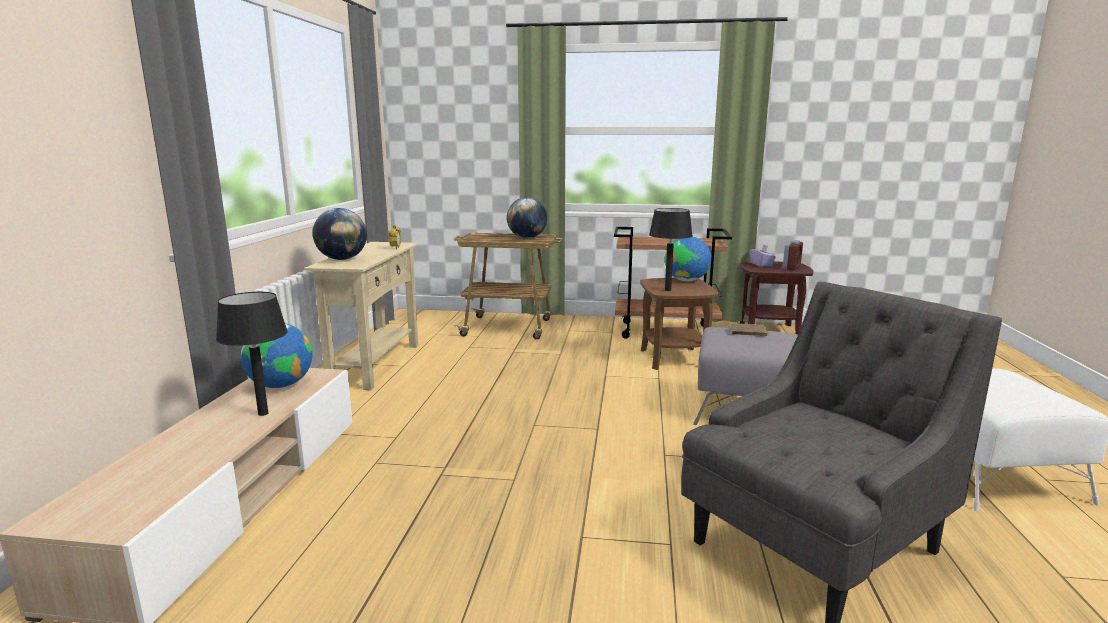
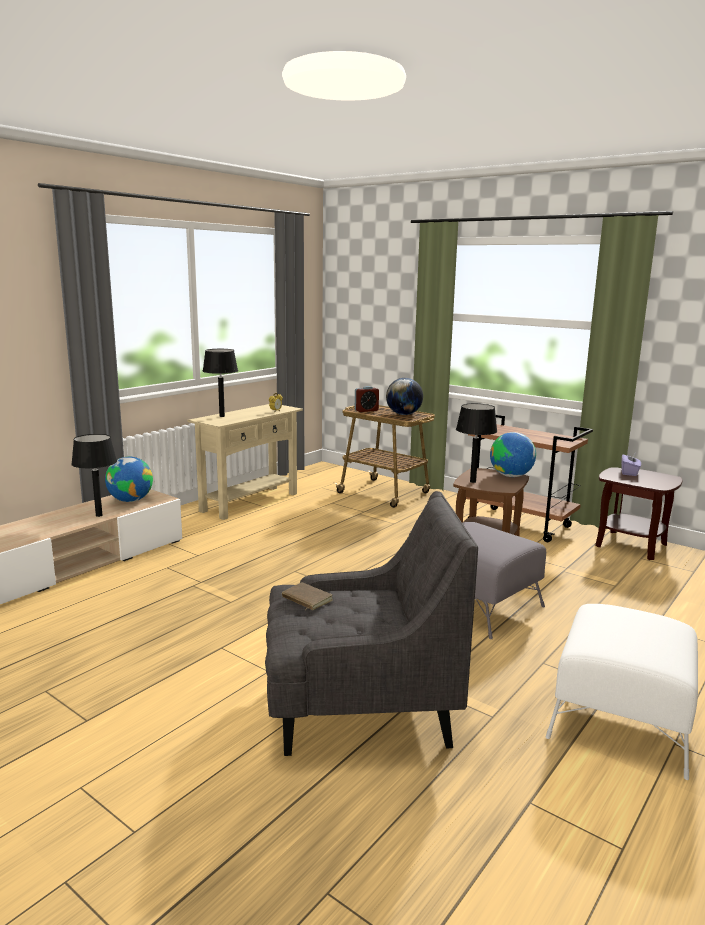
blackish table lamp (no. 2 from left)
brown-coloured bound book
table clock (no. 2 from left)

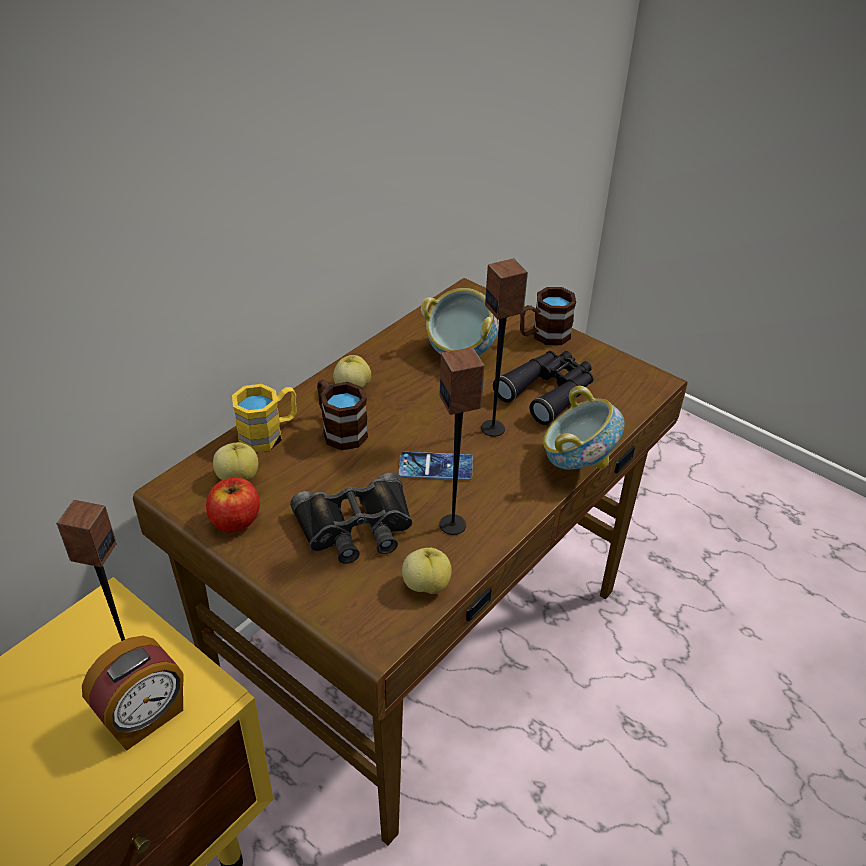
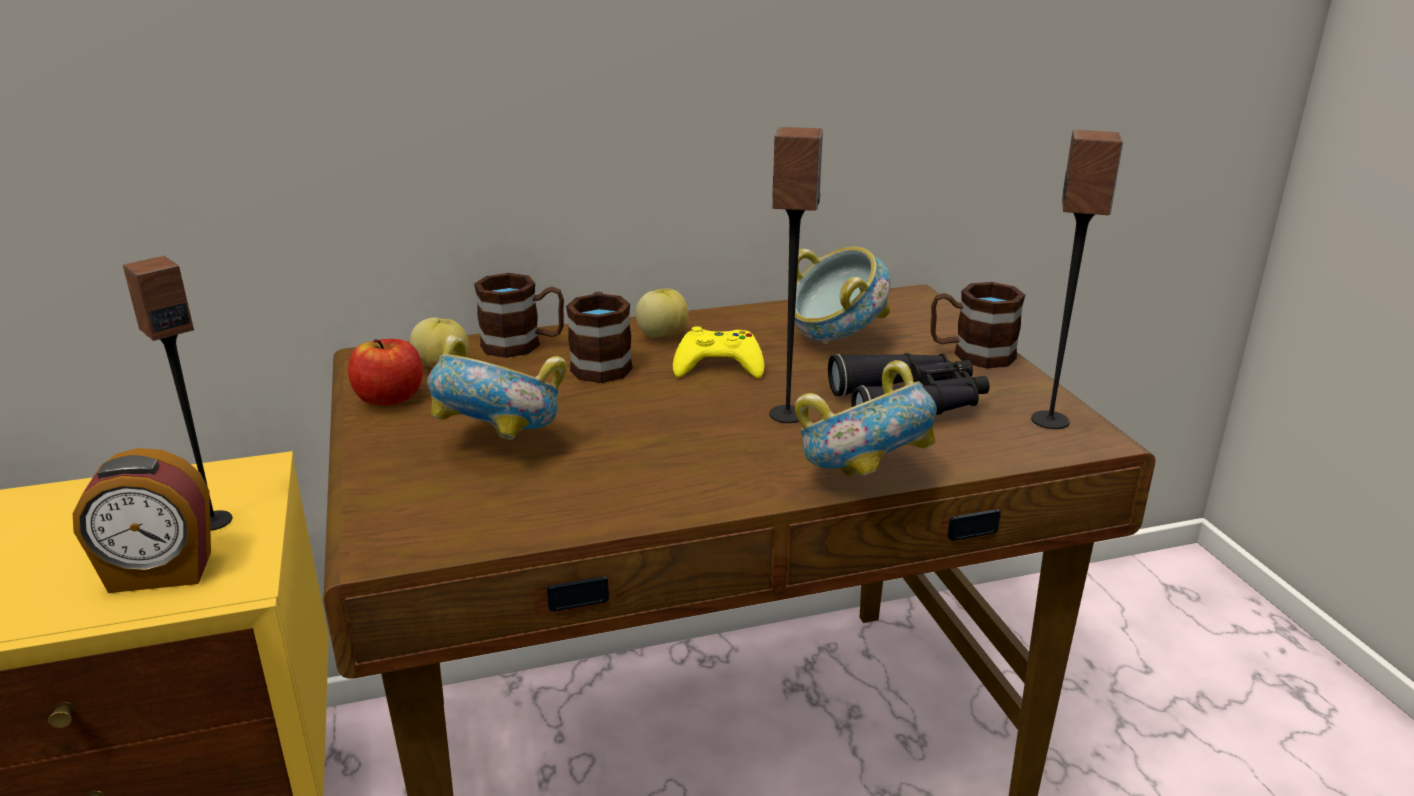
brown-coloured coffee mug (no. 1 from left)
deep dish (no. 1 from left)
handset
whole apple (no. 4 from left in the first image)
audio speaker (no. 3 from left)
yellow gamepad

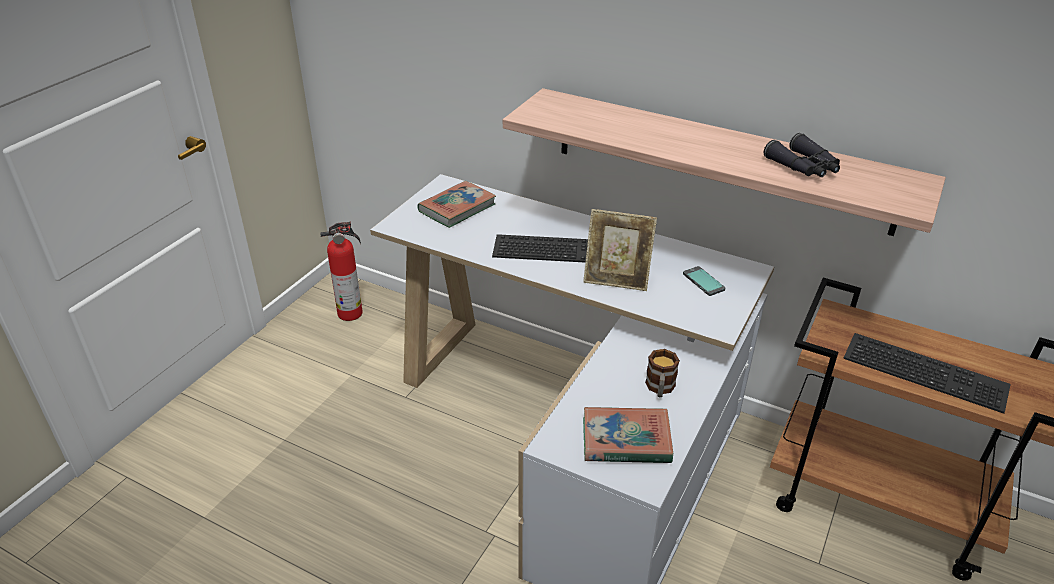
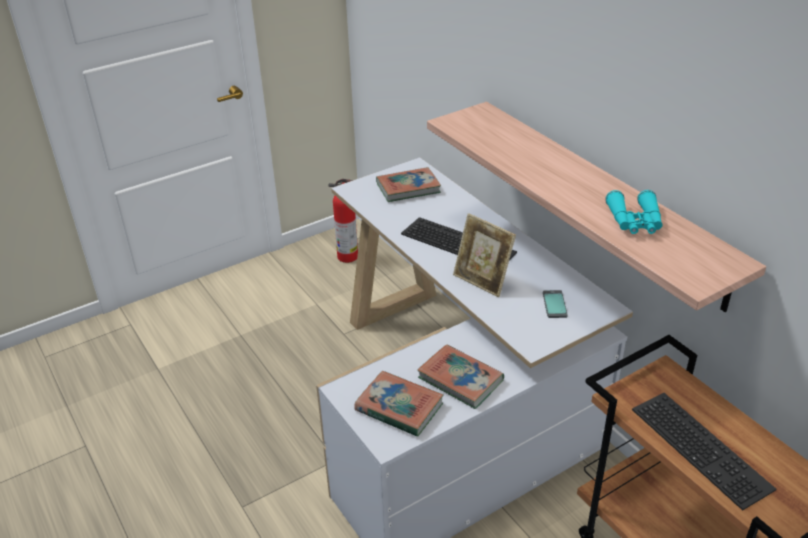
bound book (no. 3 from left)
turquoise binoculars

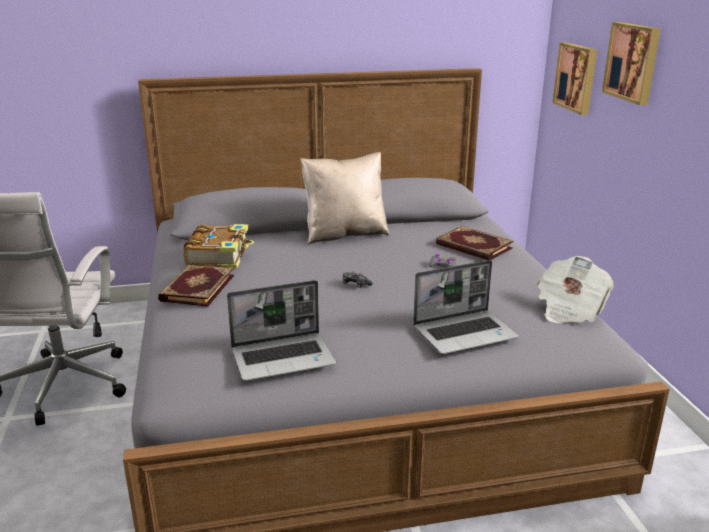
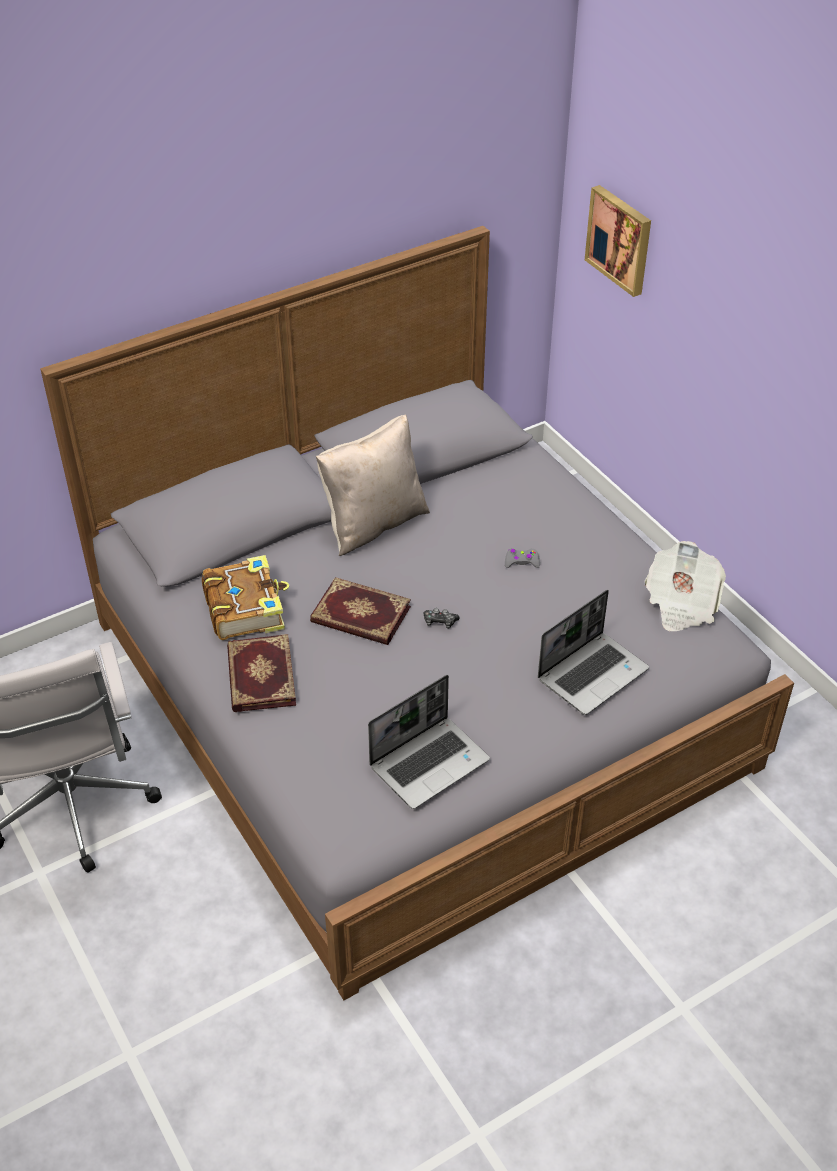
bound book (no. 3 from left)
picture (no. 2 from left in the first image)

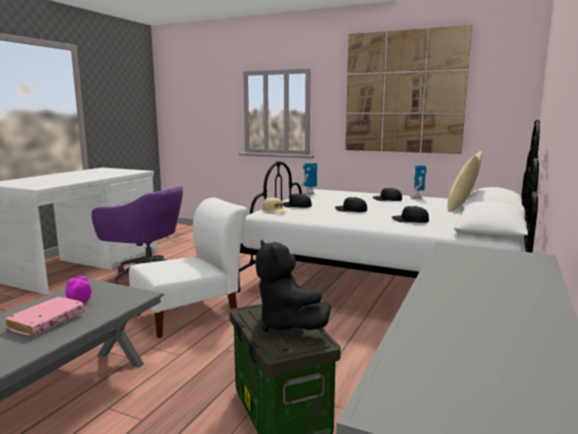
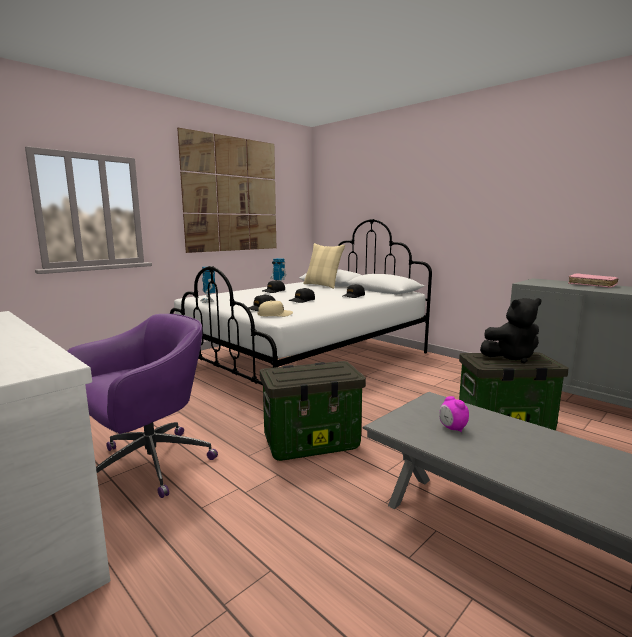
pinkish bound book
storage container (no. 1 from left)

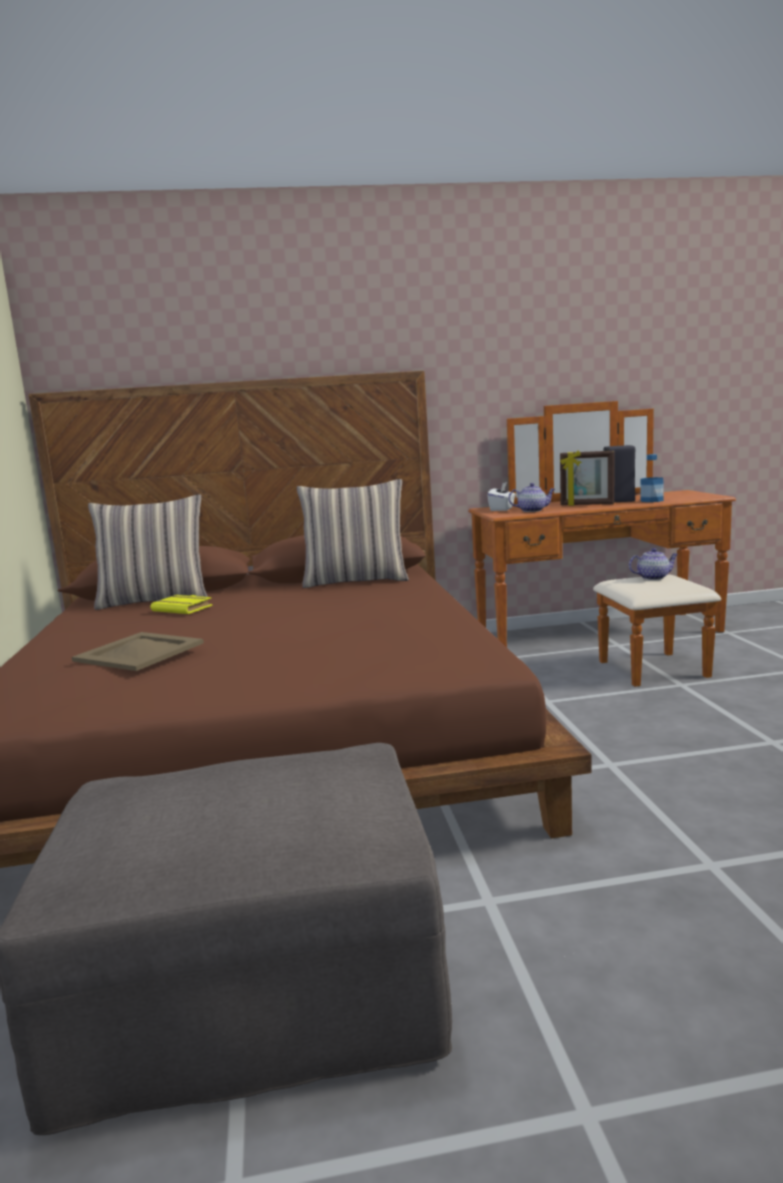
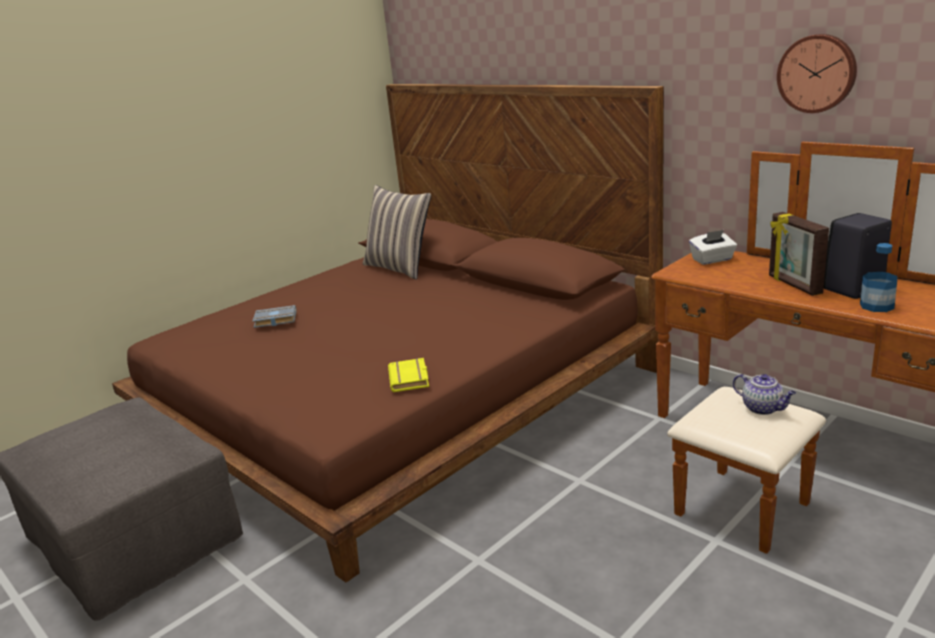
gray bound book
yellow bound book
throw pillow (no. 2 from left in the first image)
tea pot (no. 1 from left in the first image)
hanging clock

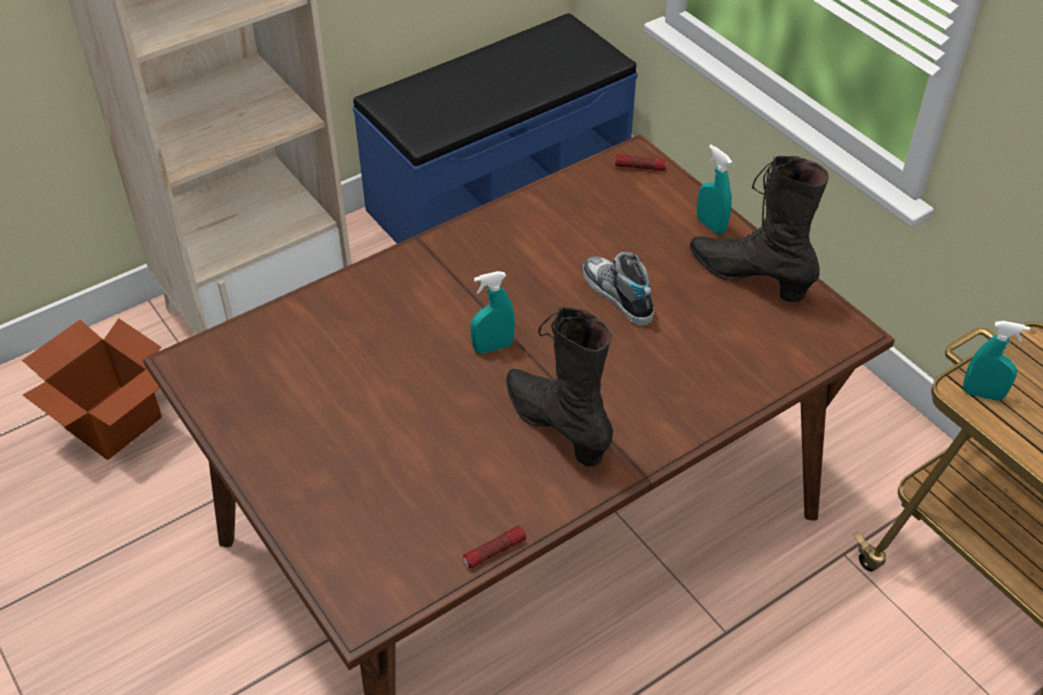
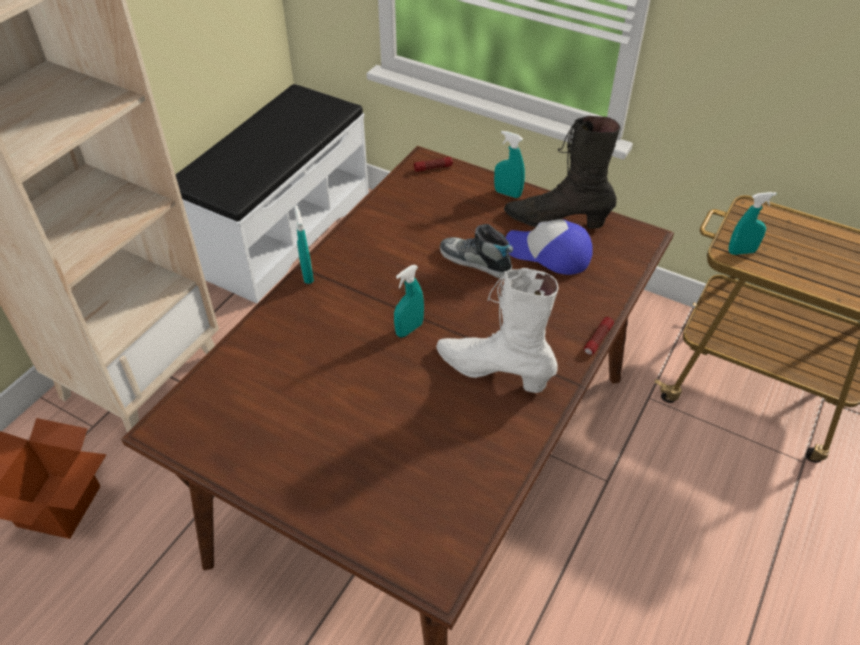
whitish bench
flashlight (no. 2 from left)
whitish tall boot
turquoise spray bottle (no. 1 from left)
peaked cap

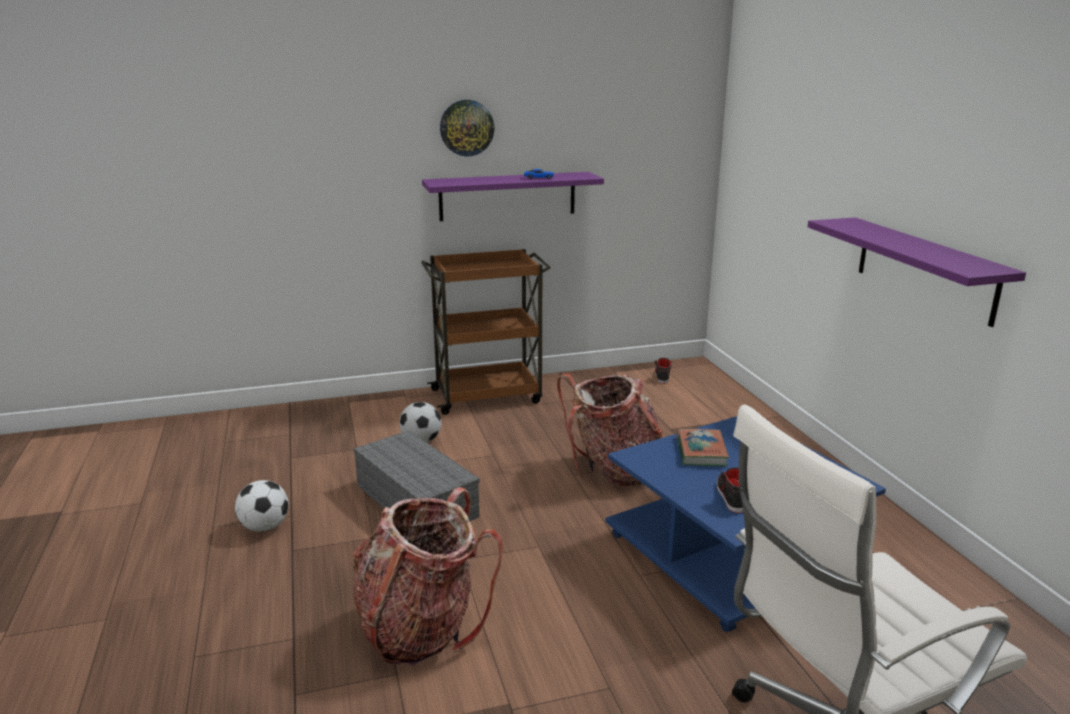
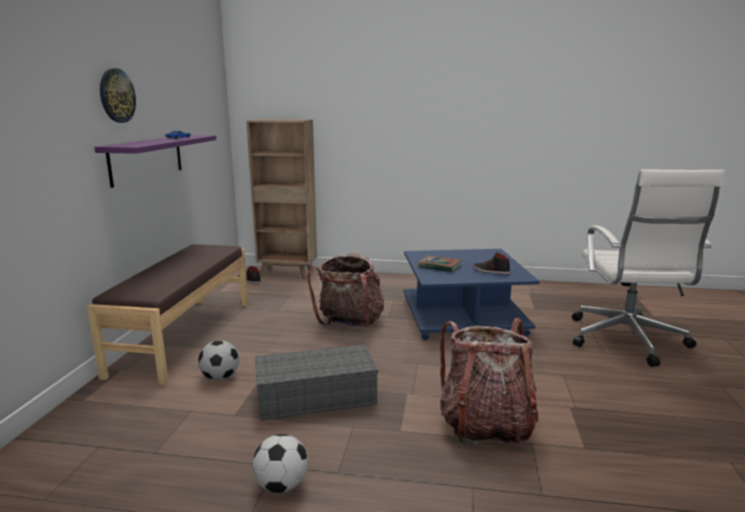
brown-coloured bench
purple wall shelf (no. 2 from left in the first image)
brown-coloured bookshelf

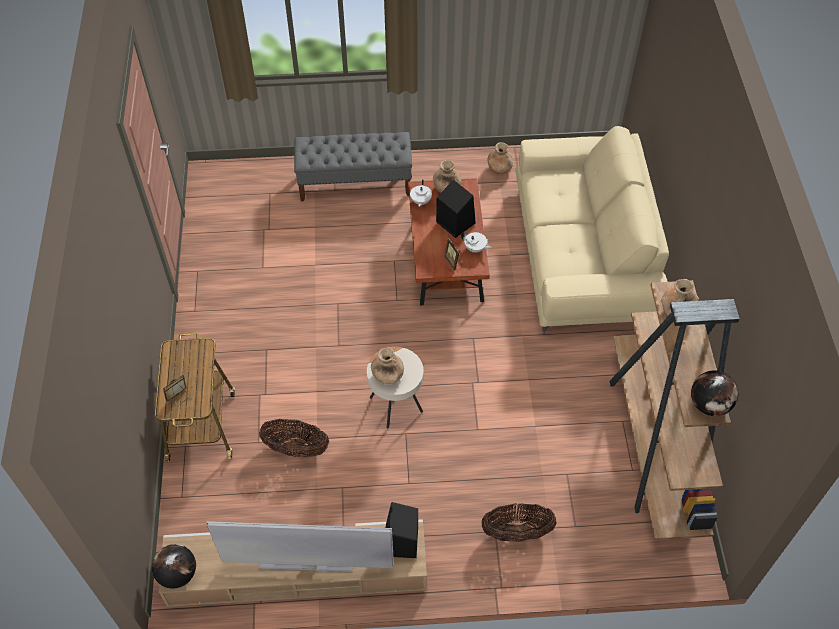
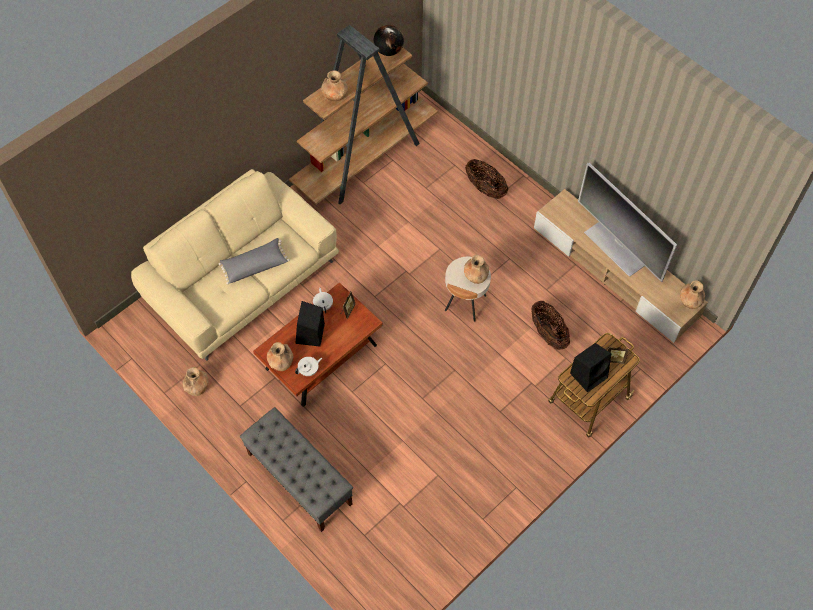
brown-coloured flower vase (no. 5 from left)
blackish audio speaker (no. 2 from left)
gray throw pillow

